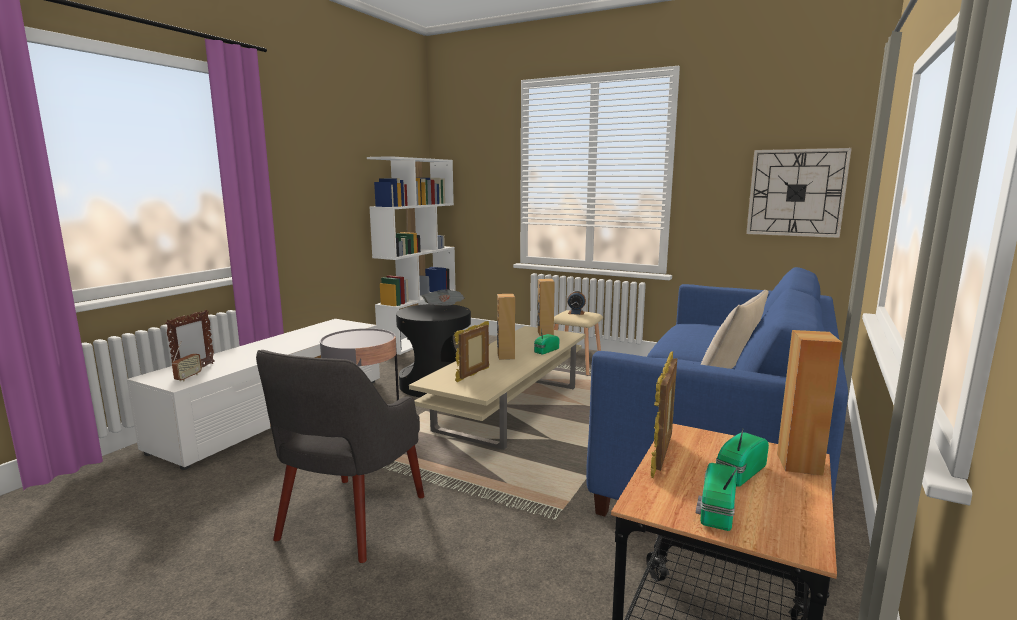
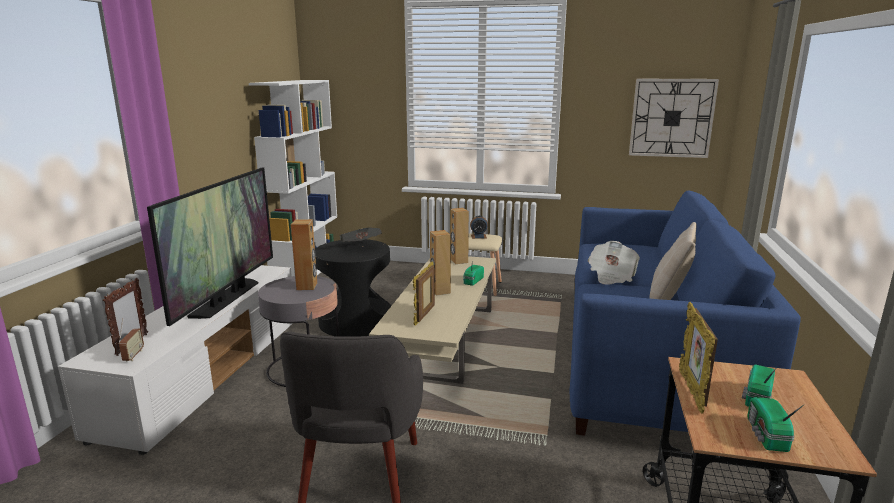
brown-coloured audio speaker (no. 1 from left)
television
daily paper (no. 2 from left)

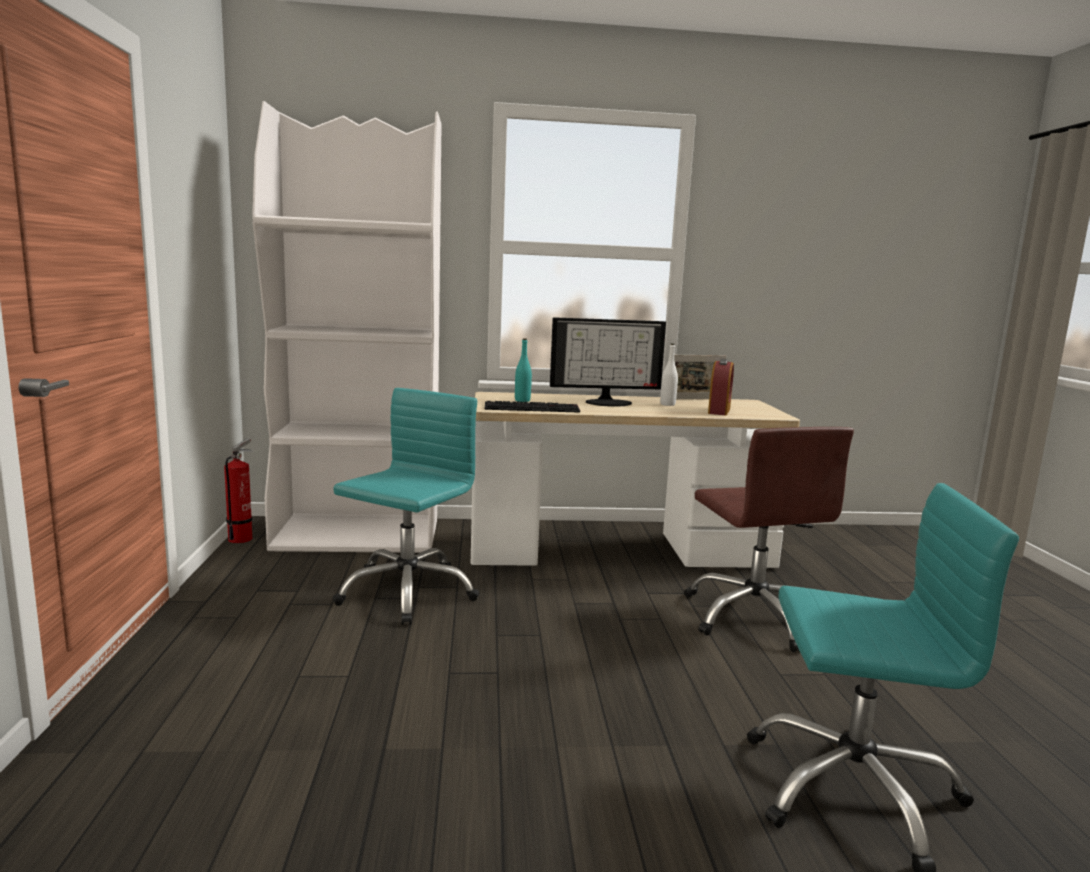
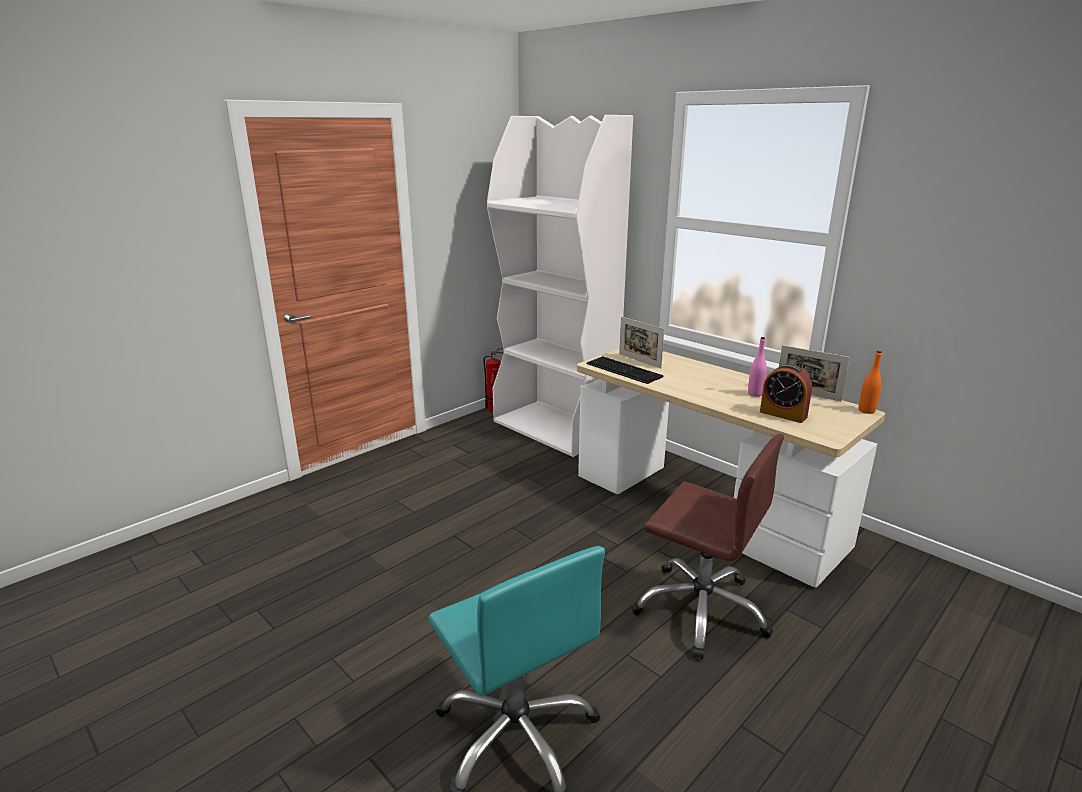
turquoise computer chair (no. 1 from left in the first image)
standing frame (no. 1 from left)
monitor
pinkish beverage bottle
brown-coloured computer chair
table clock
orange-coloured beverage bottle

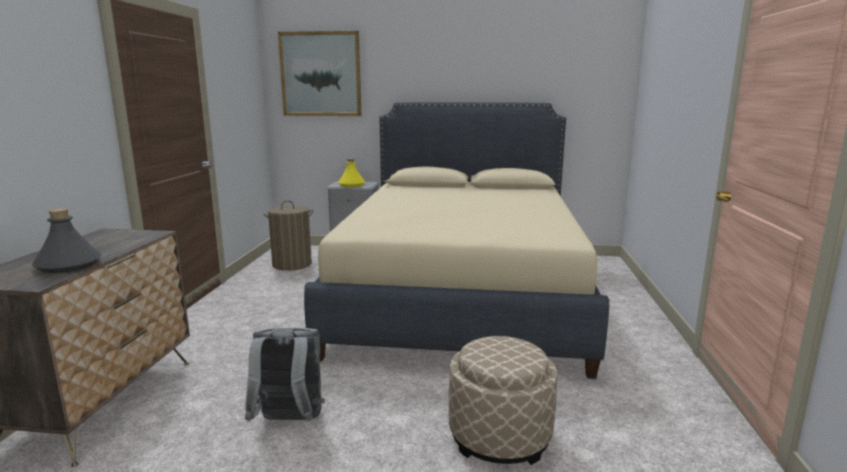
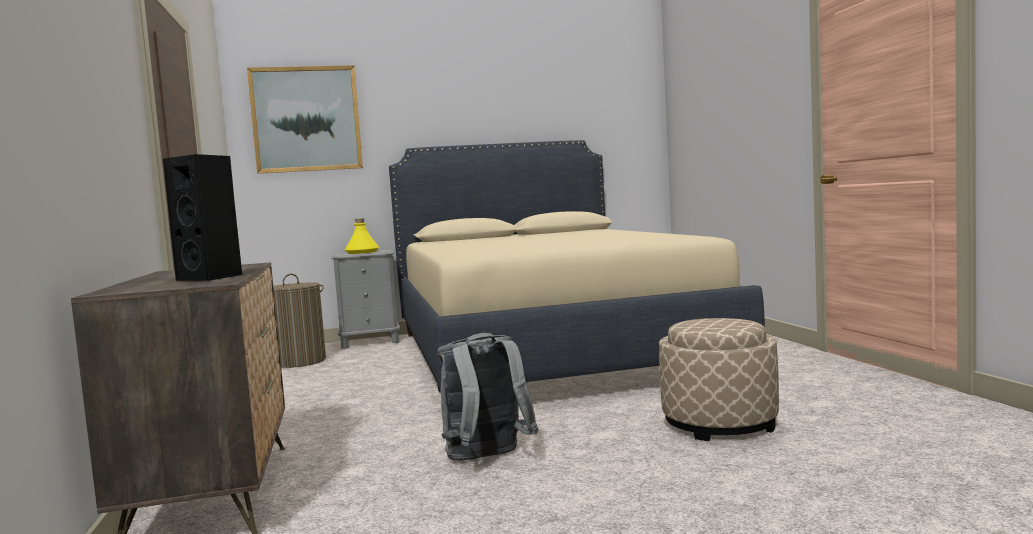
blackish audio speaker

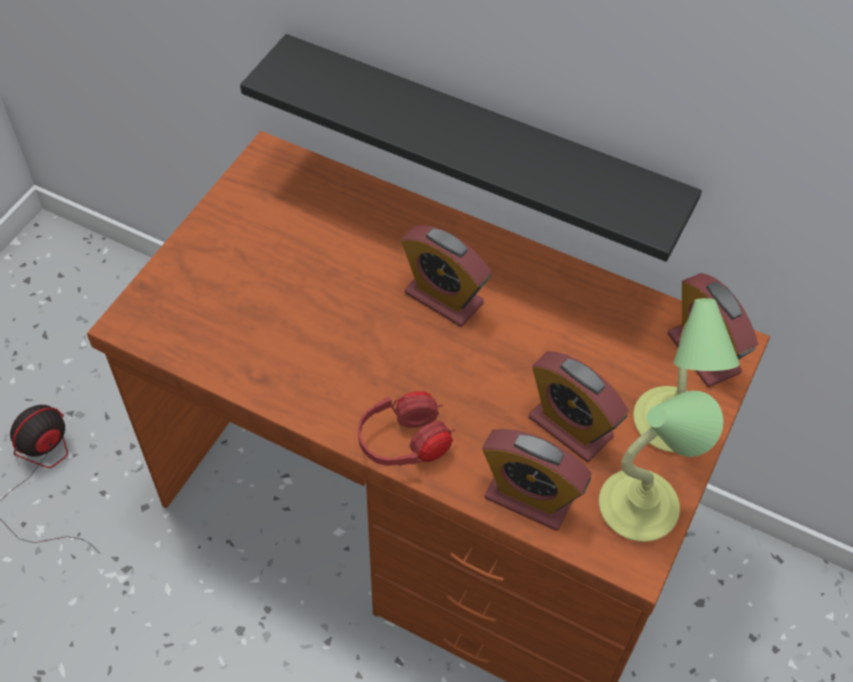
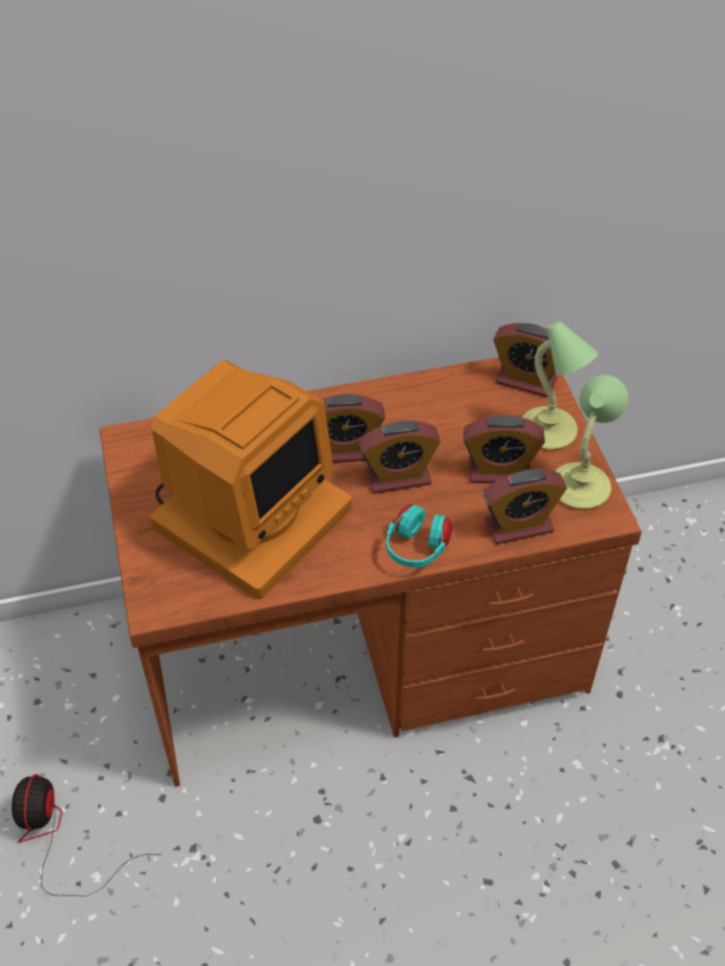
blackish wall shelf
turquoise pair of headphones
monitor
table clock (no. 2 from left)

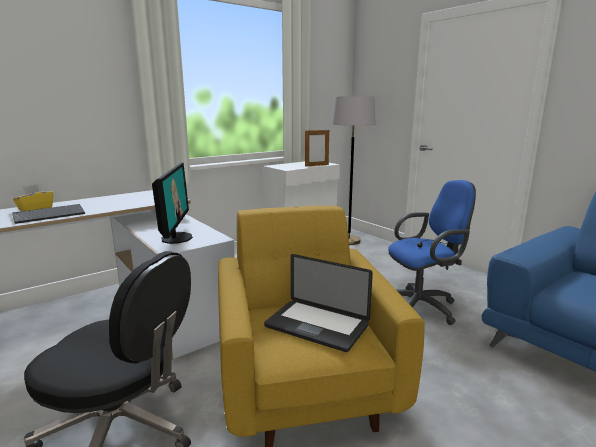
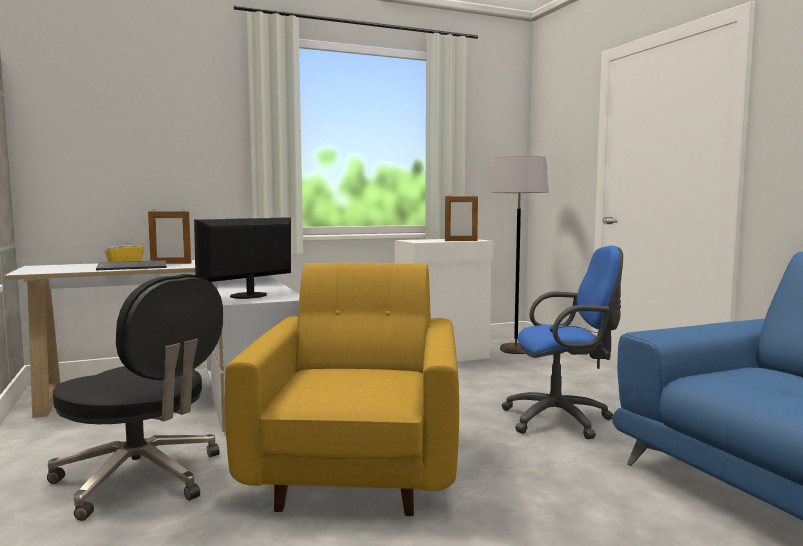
monitor
laptop
standing frame (no. 1 from left)

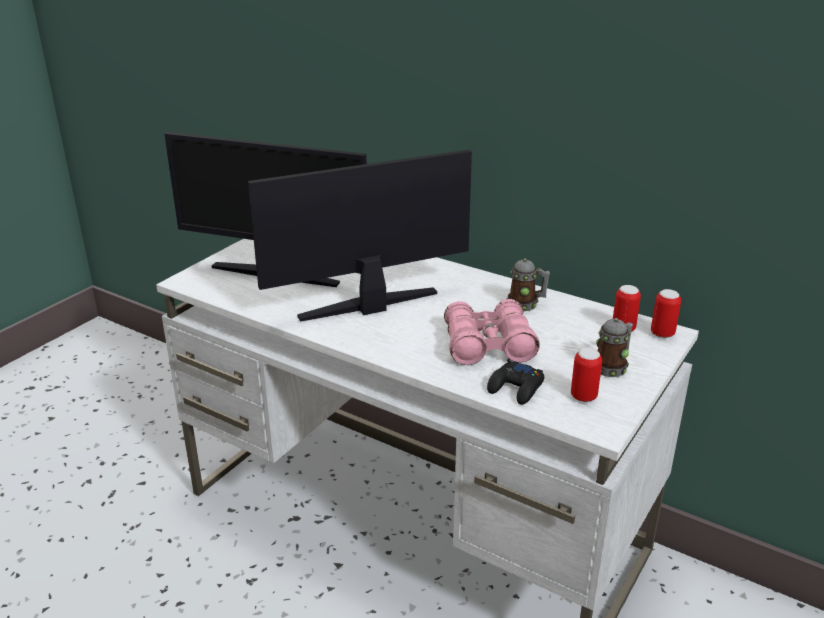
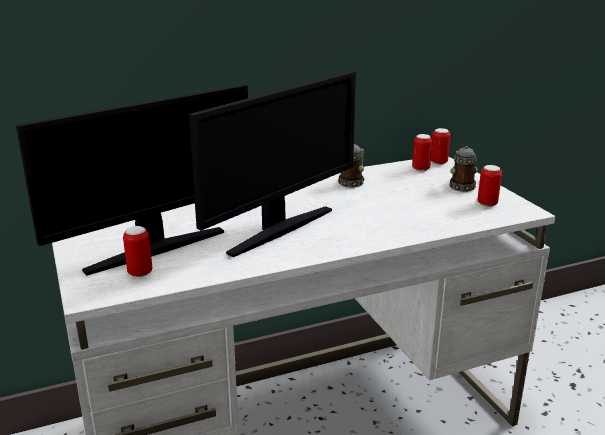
monitor (no. 2 from left)
pinkish binoculars
blackish gamepad
metal can (no. 1 from left)

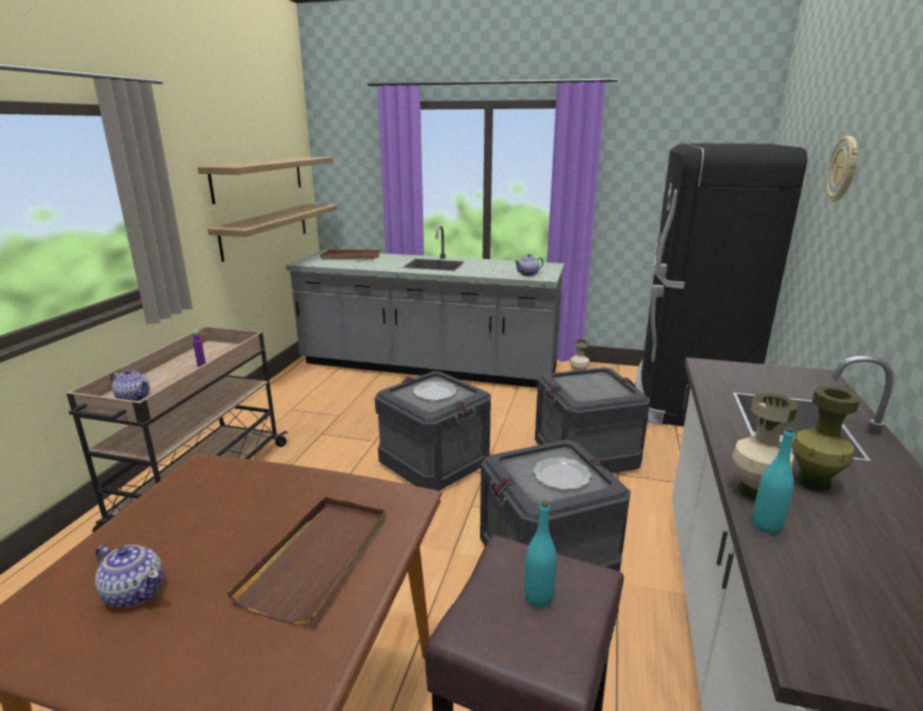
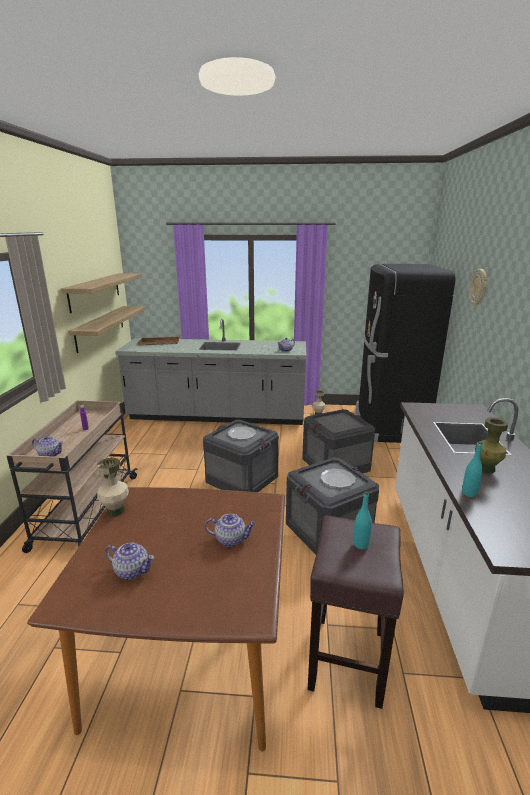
tea pot (no. 3 from left)
sand-coloured flower vase (no. 1 from left)

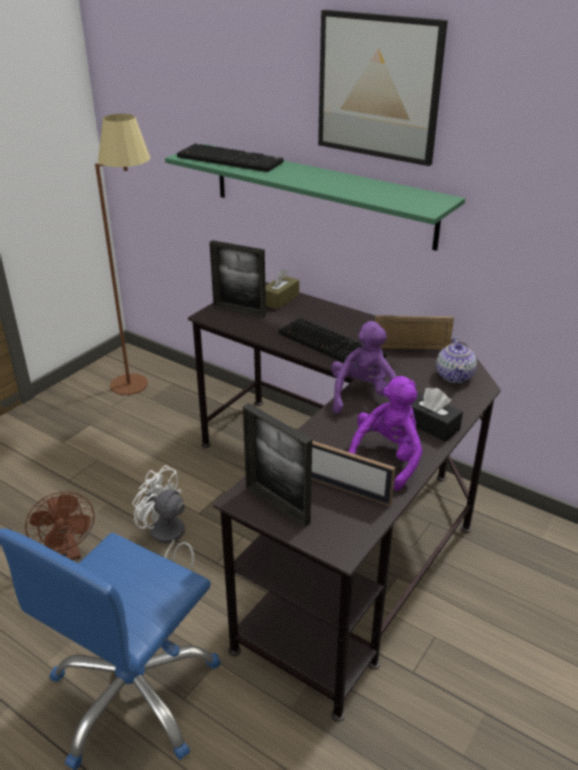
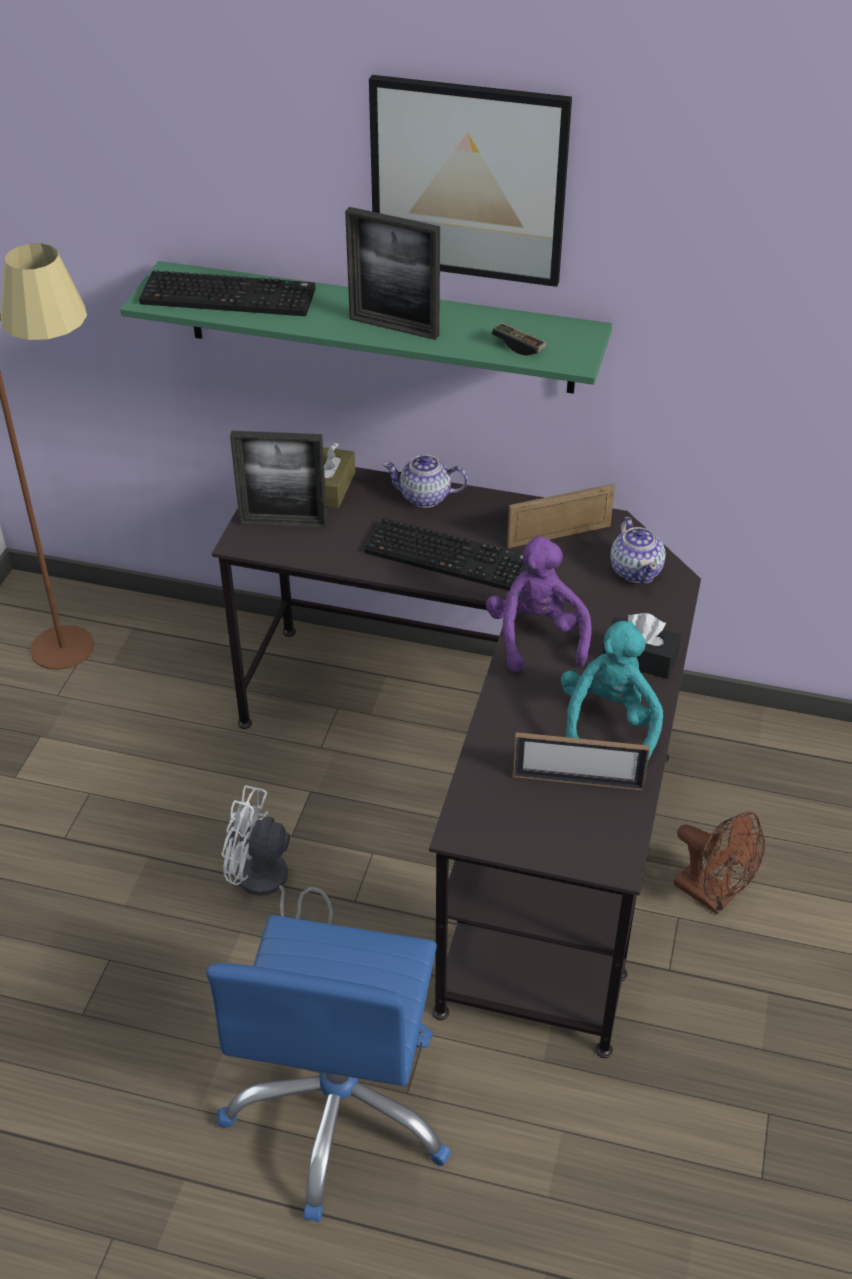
brown-coloured cooling fan
standing frame (no. 2 from left)
turquoise soft toy
tea pot (no. 1 from left)
gamepad

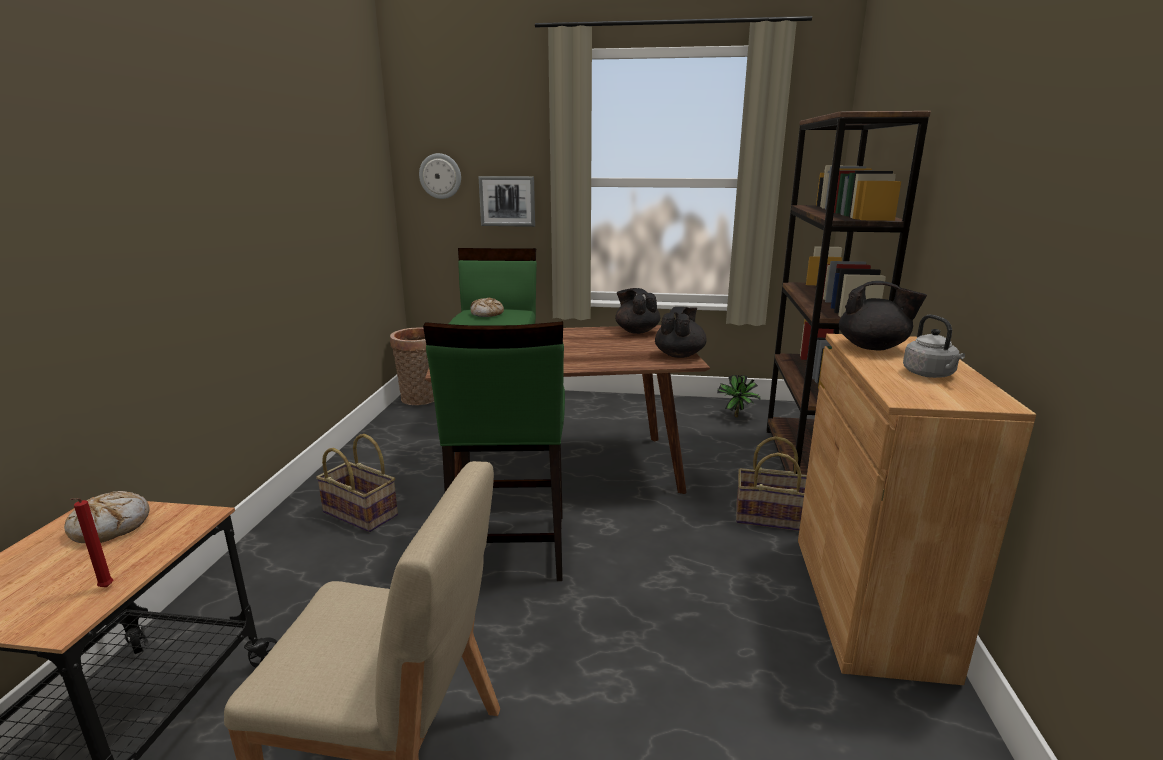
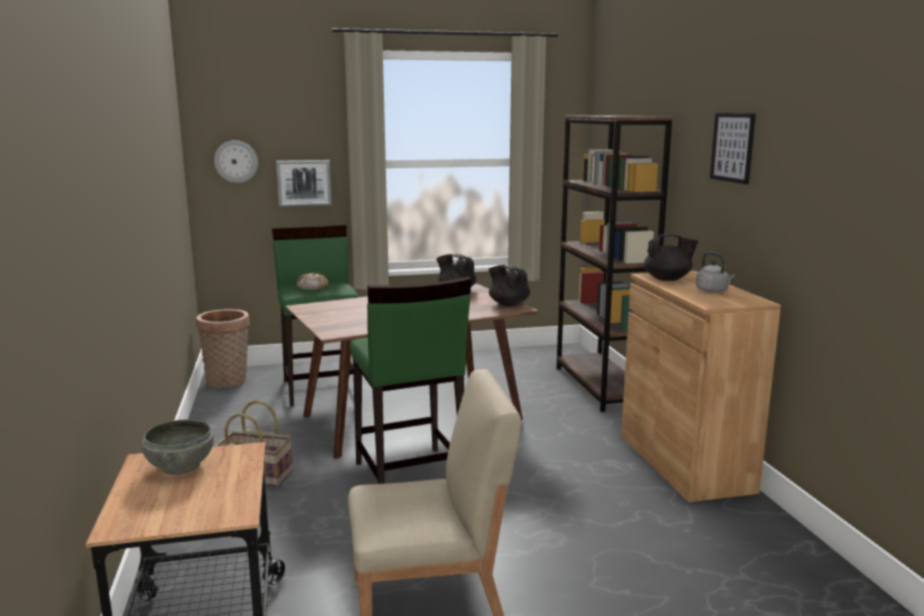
gray deep dish
red candle
blackish tea pot (no. 2 from left)
houseplant
basket (no. 3 from left in the first image)
picture (no. 2 from left)

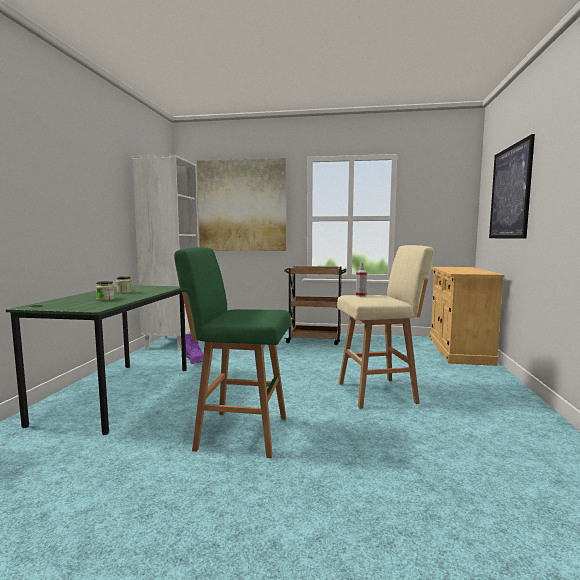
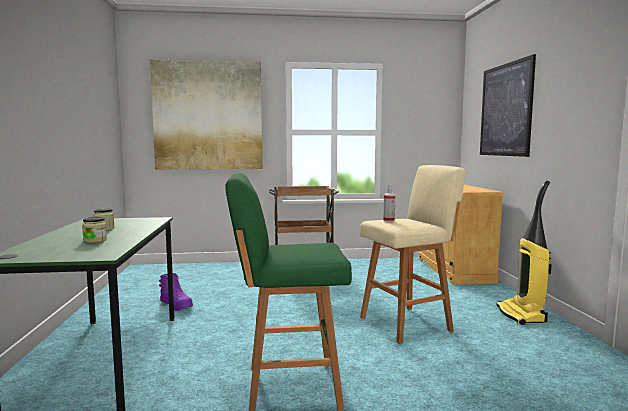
whitish bookshelf
vacuum

